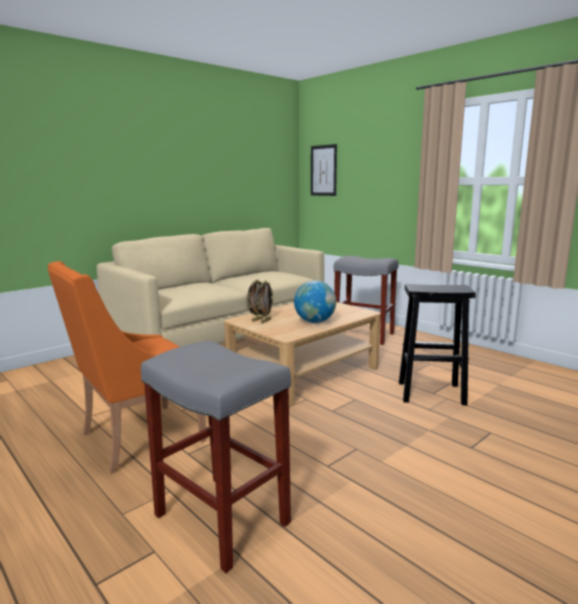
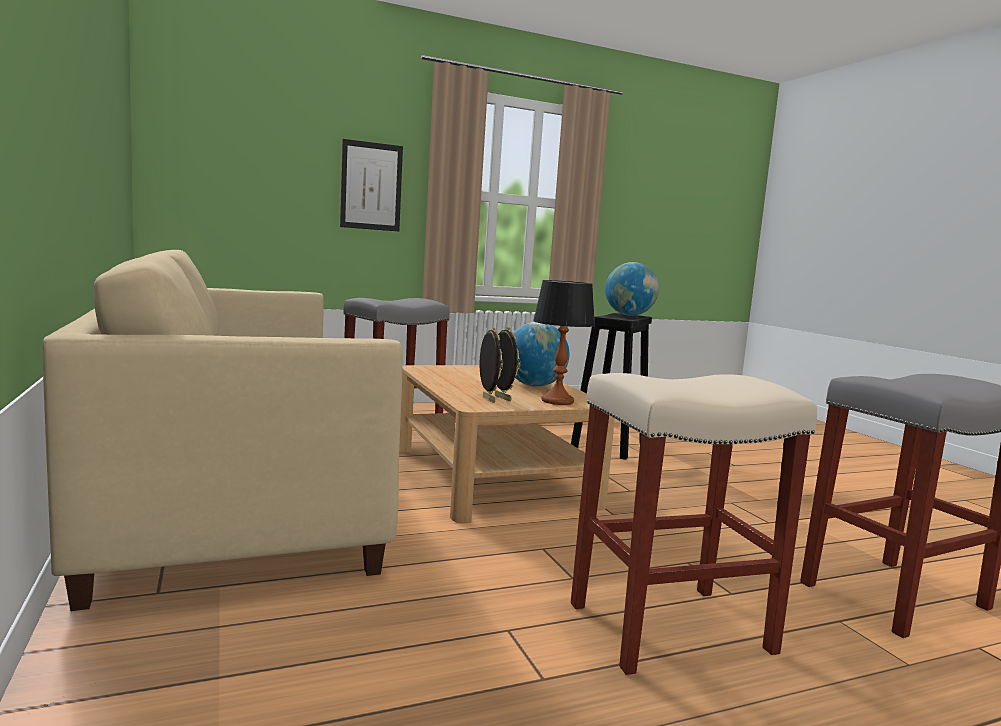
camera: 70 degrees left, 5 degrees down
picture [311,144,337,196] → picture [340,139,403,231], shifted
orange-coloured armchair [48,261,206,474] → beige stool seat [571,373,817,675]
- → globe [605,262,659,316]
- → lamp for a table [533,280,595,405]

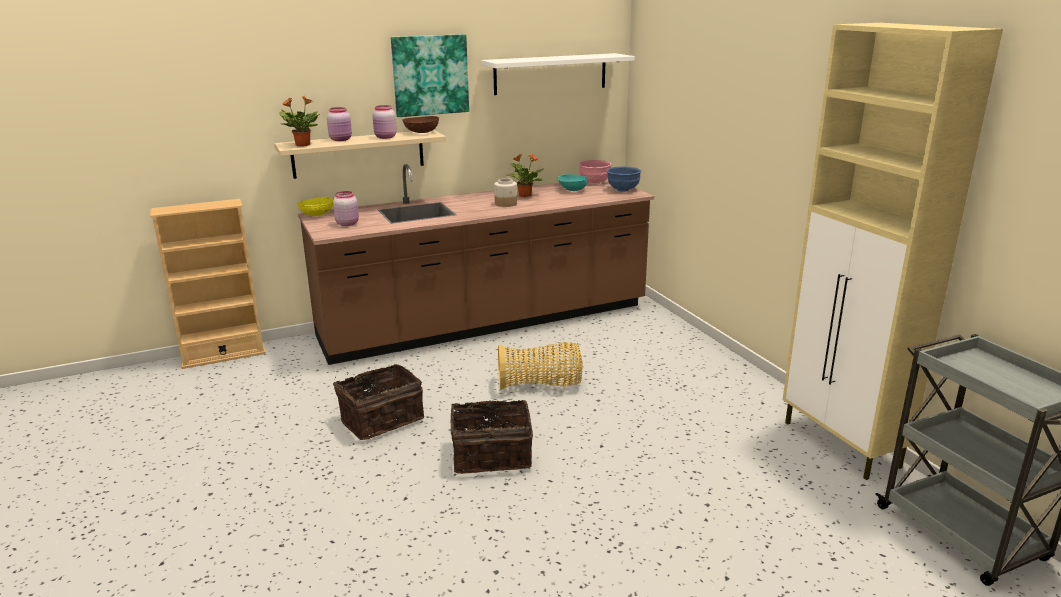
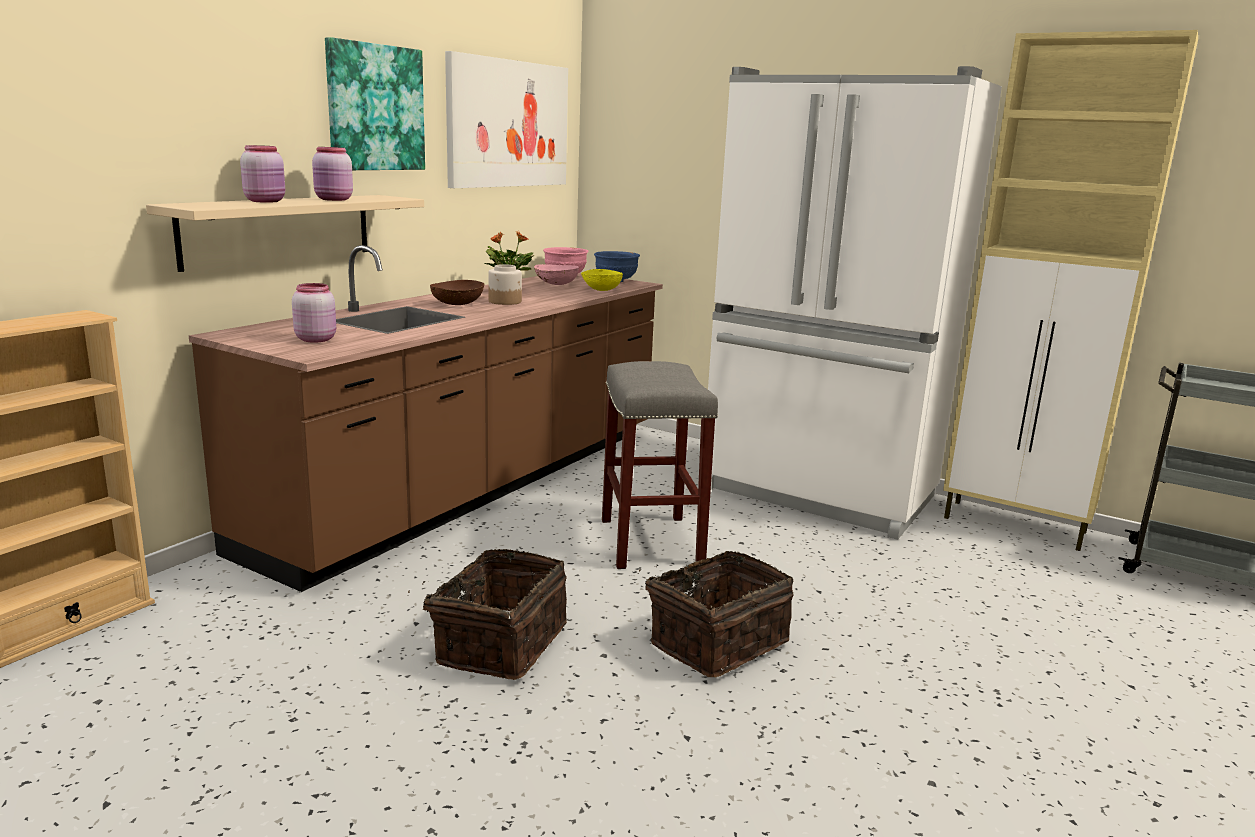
camera: 35 degrees left, 5 degrees down
white-coloured bracket shelf [481,53,635,95] → picture [445,51,568,188]
plant in a pot [279,96,320,147] → -
brown bowl [402,116,439,133] → brown bowl [430,280,484,305], shifted
blue-green bowl [557,174,588,191] → pinkish bowl [534,264,579,285]
yellow bowl [297,197,334,216] → yellow bowl [581,269,623,291], shifted
household basket [498,342,583,390] → gray stool seat [602,361,718,569]
- → white-coloured fridge [708,66,1002,540]

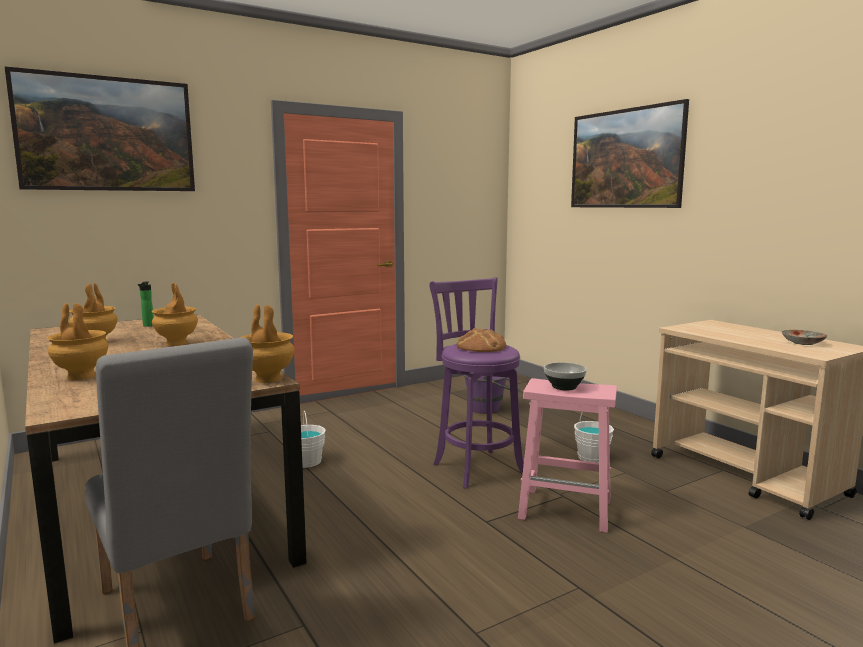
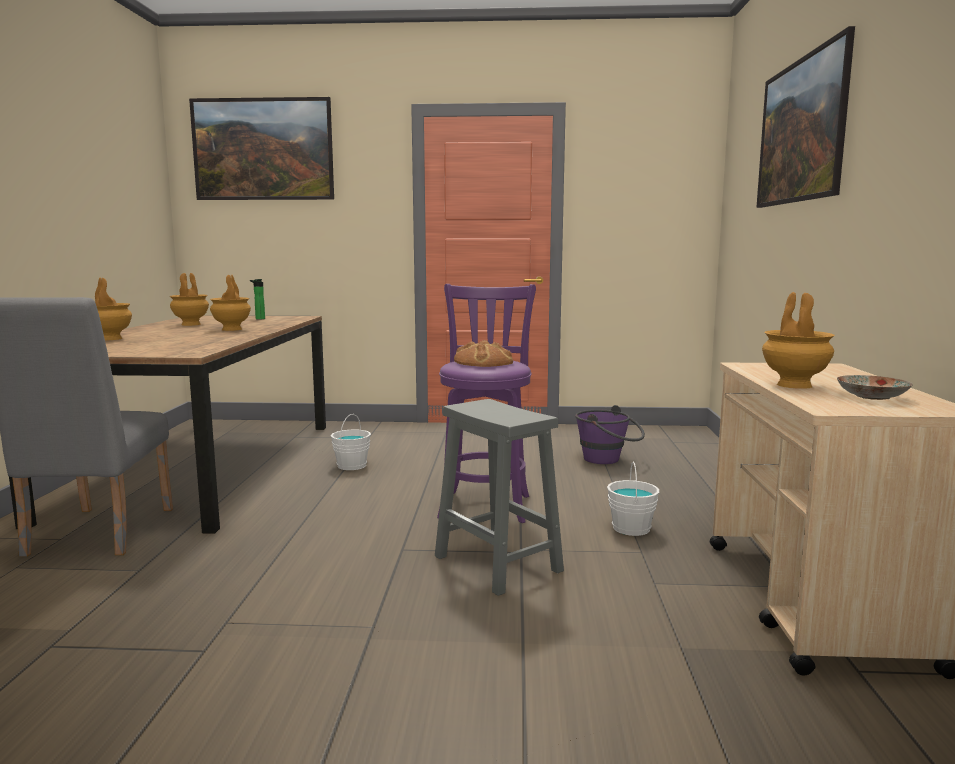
camera: 35 degrees right, 0 degrees up
brown decorative vase [240,304,295,383] → brown decorative vase [762,292,834,389], shifted
bowl [544,362,587,391] → -
pinkish stool seat [518,378,617,533] → gray stool seat [435,399,564,596]

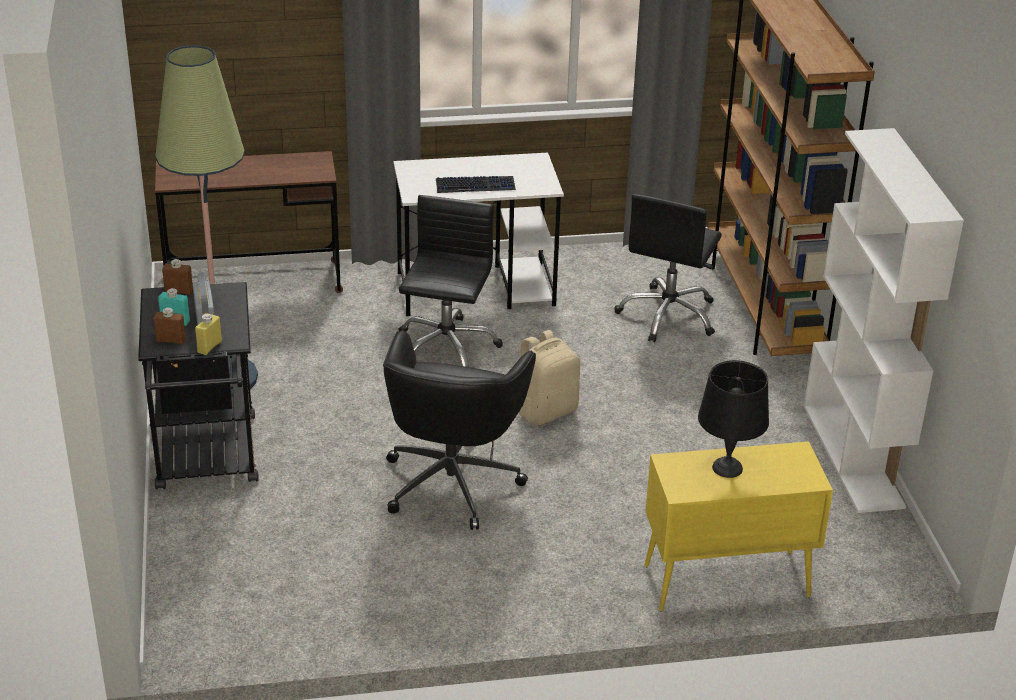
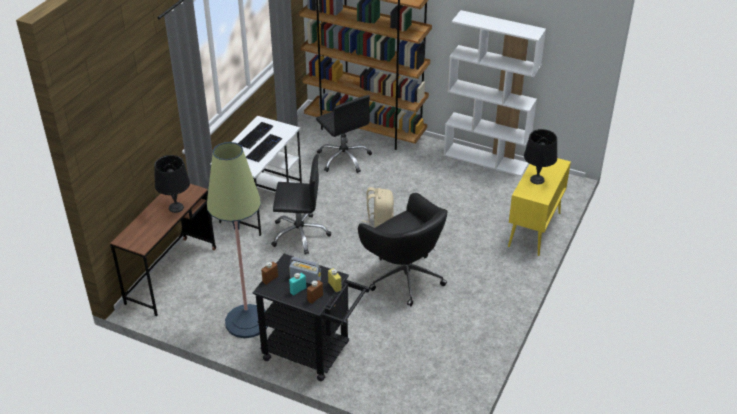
camera: 55 degrees left, 5 degrees up
black office chair [398,195,503,367] → black office chair [271,154,331,255], 135 degrees clockwise
- → computer keyboard [238,122,274,149]
- → black lamp for a table [154,155,190,213]

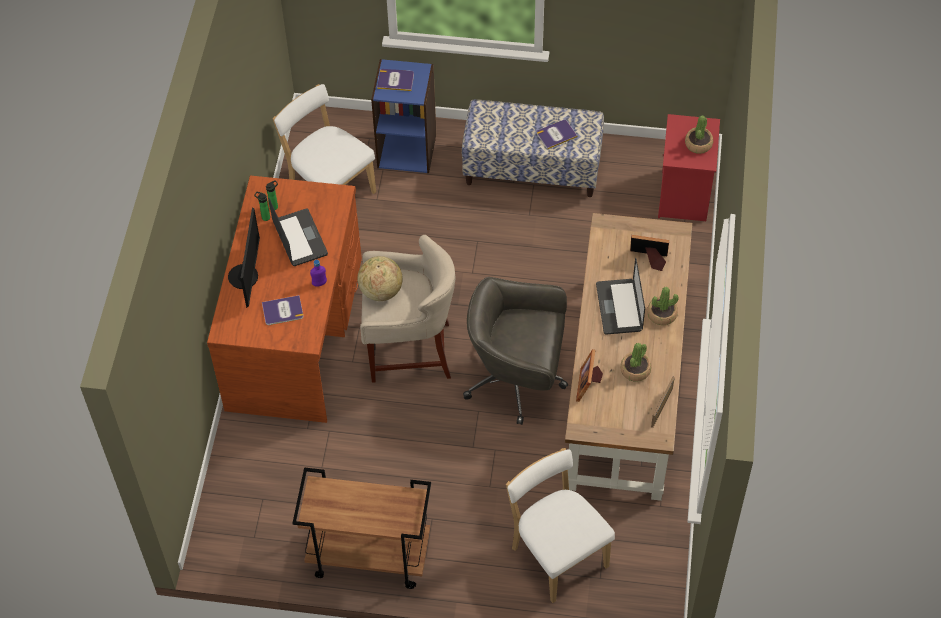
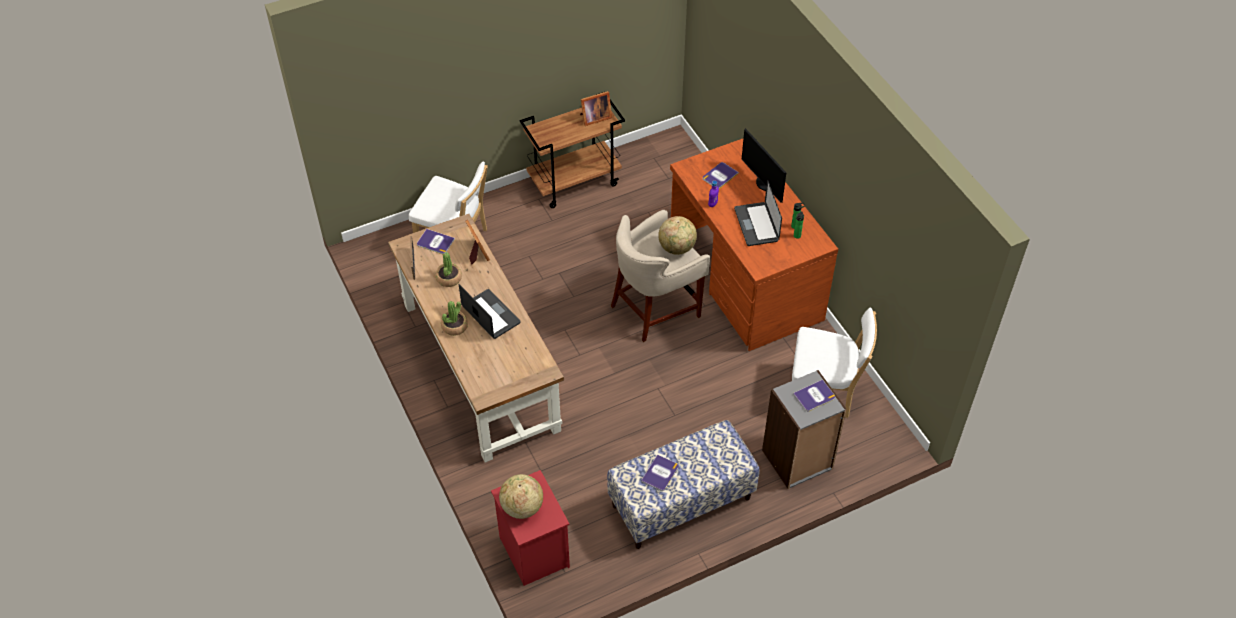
camera: 145 degrees right, 5 degrees down
bluish bookshelf [371,59,436,173] → gray bookshelf [762,370,847,489]
plant in a pot [685,115,713,154] → globe [499,474,543,519]
laptop [269,198,328,266] → laptop [734,180,782,246], 45 degrees clockwise
standing frame [630,235,669,271] → standing frame [580,91,612,126], shifted
gray office chair [463,277,568,425] → -
- → volume [417,229,455,254]

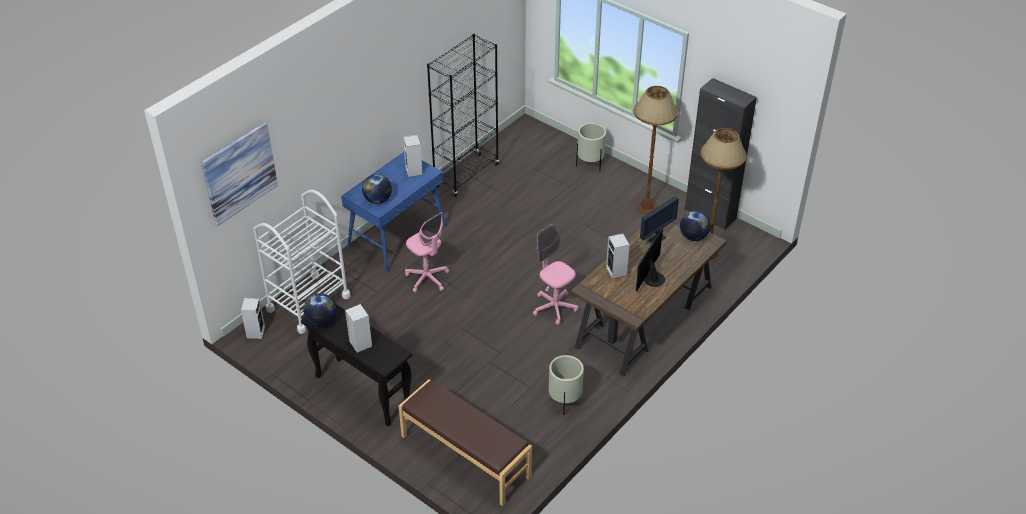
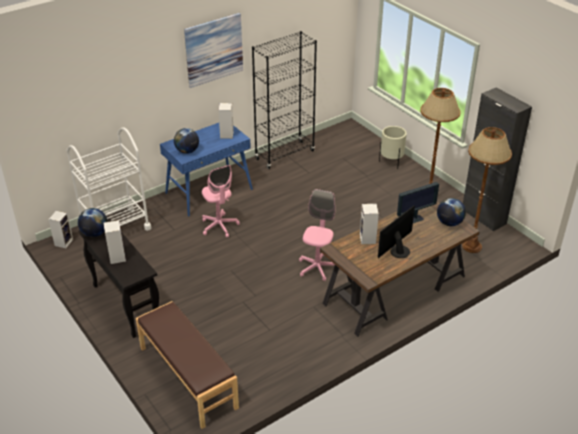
camera: 15 degrees right, 5 degrees down
picture [202,122,278,226] → picture [184,13,243,88], shifted
pinkish office chair [533,224,578,325] → pinkish office chair [299,189,335,281], 45 degrees clockwise
beige planter [549,355,584,415] → -

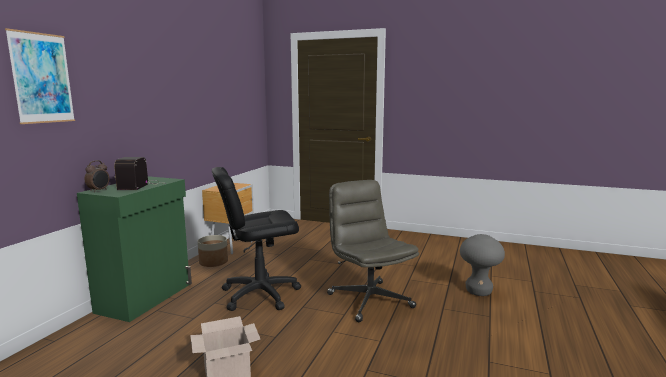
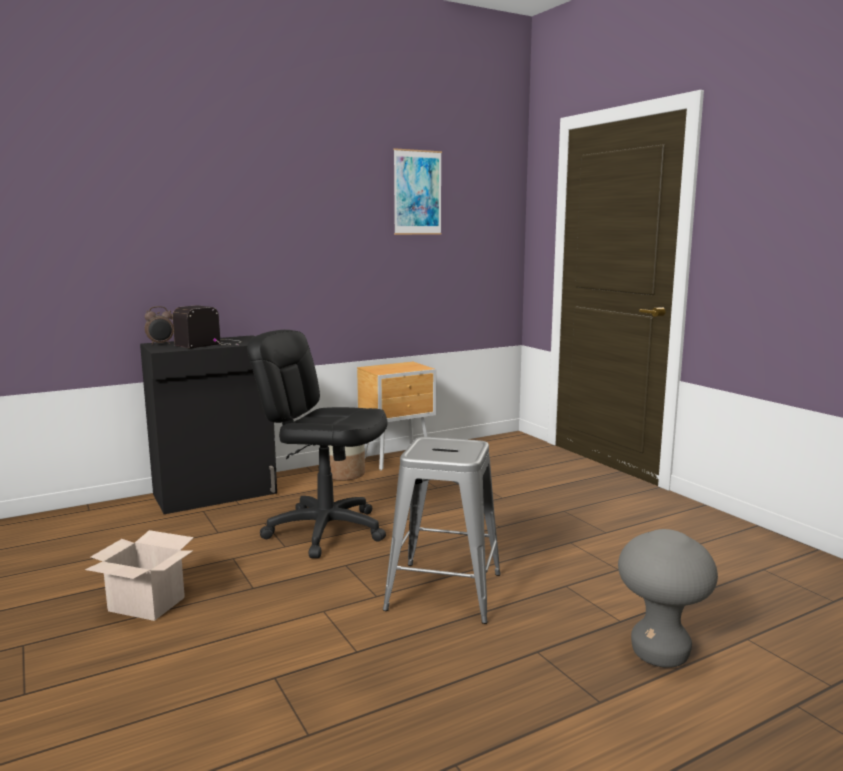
camera: 40 degrees right, 0 degrees up
picture [5,28,75,124] → picture [393,148,442,235], shifted
greenish storage cabinet [77,176,192,322] → black storage cabinet [140,335,277,514]
gray office chair [327,180,419,322] → gray stool seat [383,437,501,624]

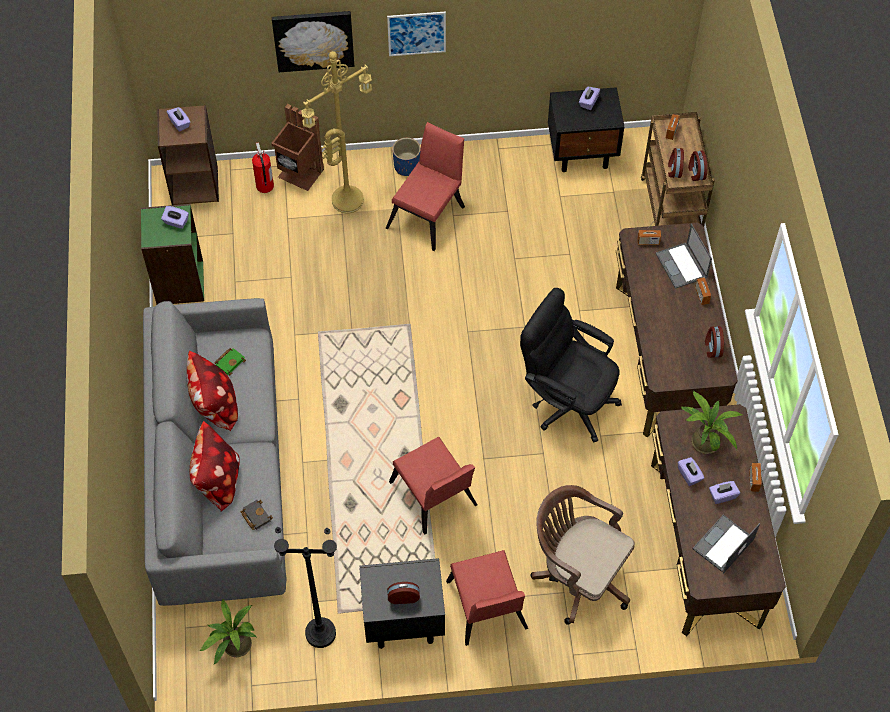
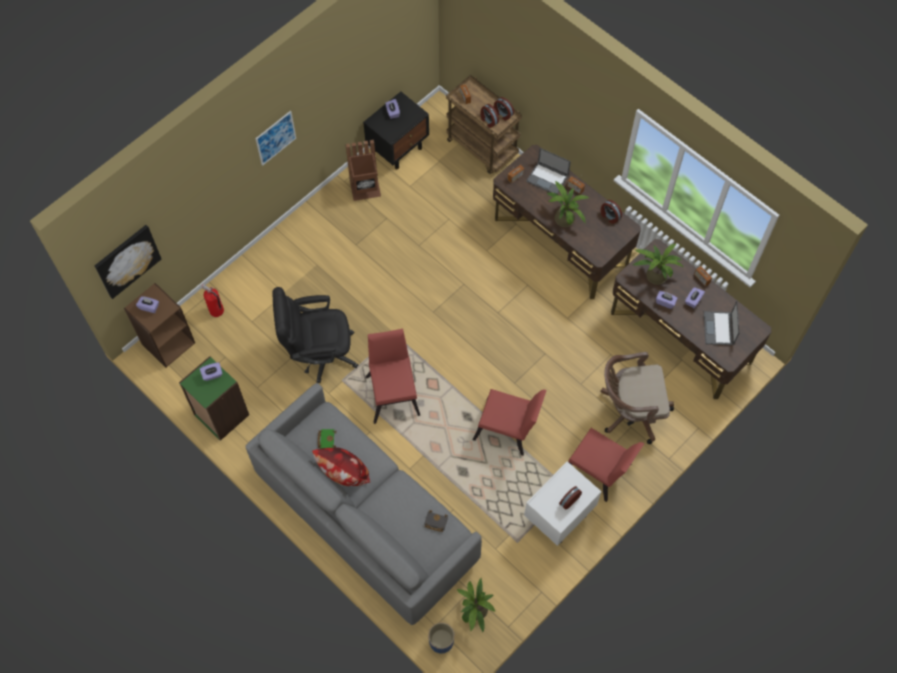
camera: 40 degrees left, 5 degrees up
picture [272,11,354,72] → picture [95,225,161,299], shifted
yellow standing lamp [301,51,372,214] → -
brown trash can [271,104,324,191] → brown trash can [345,140,381,201], shifted
red-coloured plain chair [385,122,465,251] → red-coloured plain chair [366,329,420,424], shifted
bluish planter [392,138,421,176] → bluish planter [428,623,455,654], shifted
black office chair [520,288,622,443] → black office chair [273,287,358,383], shifted
pillow [190,421,240,512] → -
black standing lamp [274,527,337,648] → -
black nightstand [360,558,445,649] → white-coloured nightstand [524,462,602,546]
- → plant in a pot [547,181,589,227]

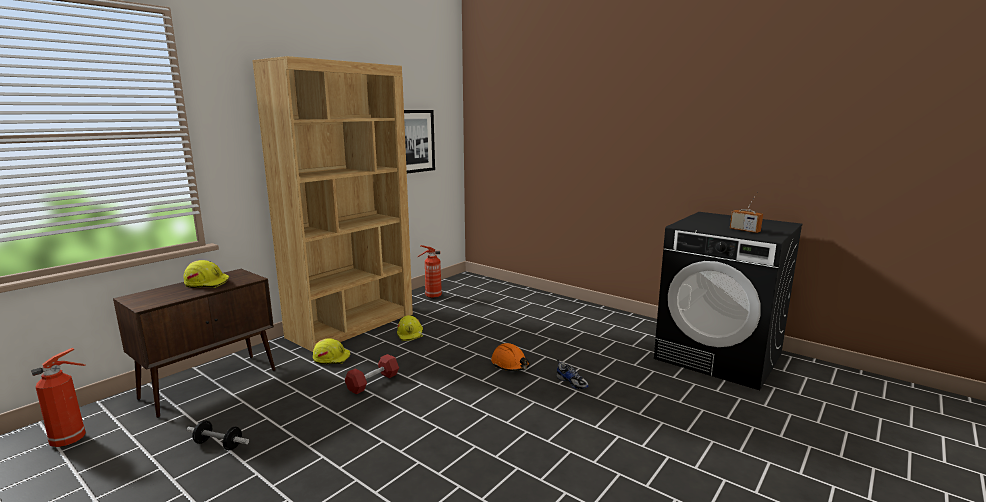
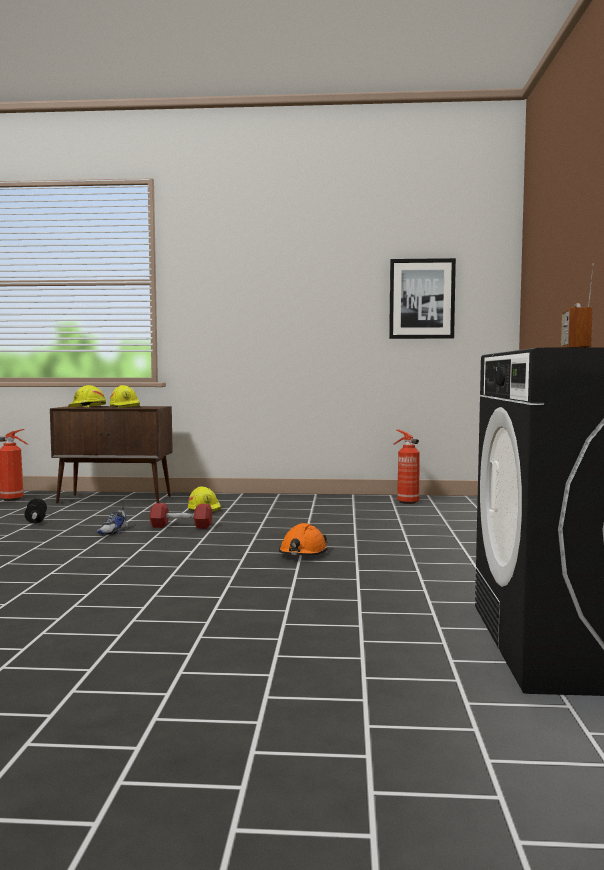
camera: 55 degrees right, 10 degrees down
brown bookshelf [252,56,413,352] → -
yellow safety helmet [397,315,423,341] → yellow safety helmet [68,385,106,407], shifted
item of footwear [557,359,588,389] → item of footwear [97,507,128,535], shifted

